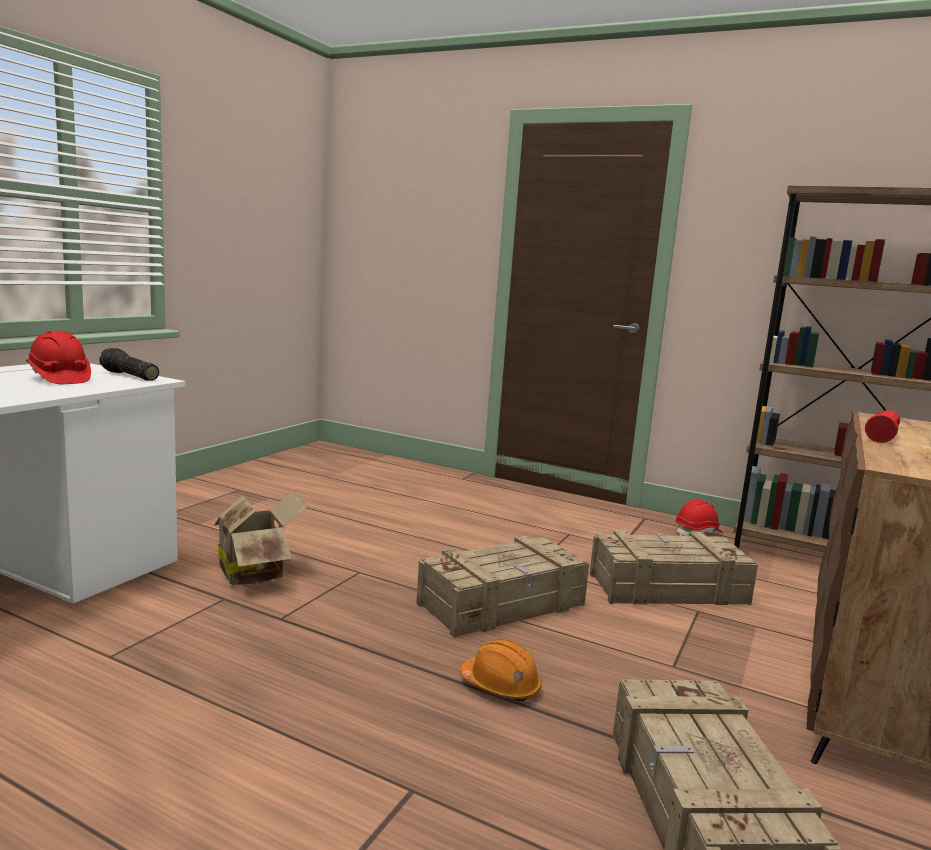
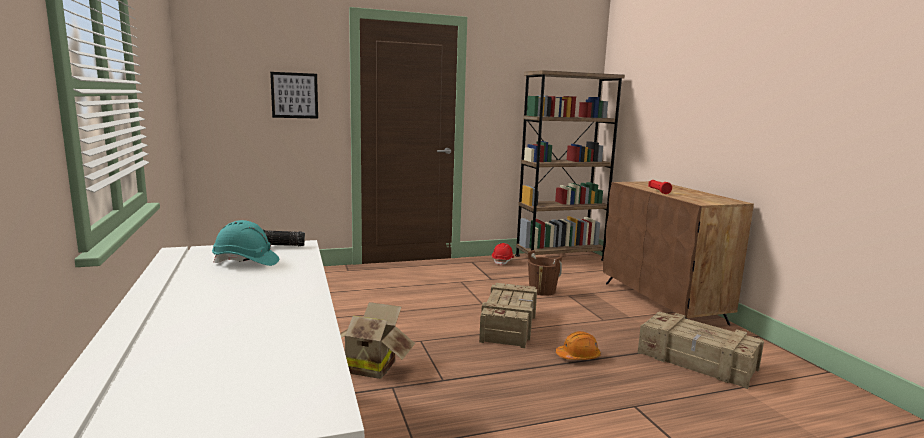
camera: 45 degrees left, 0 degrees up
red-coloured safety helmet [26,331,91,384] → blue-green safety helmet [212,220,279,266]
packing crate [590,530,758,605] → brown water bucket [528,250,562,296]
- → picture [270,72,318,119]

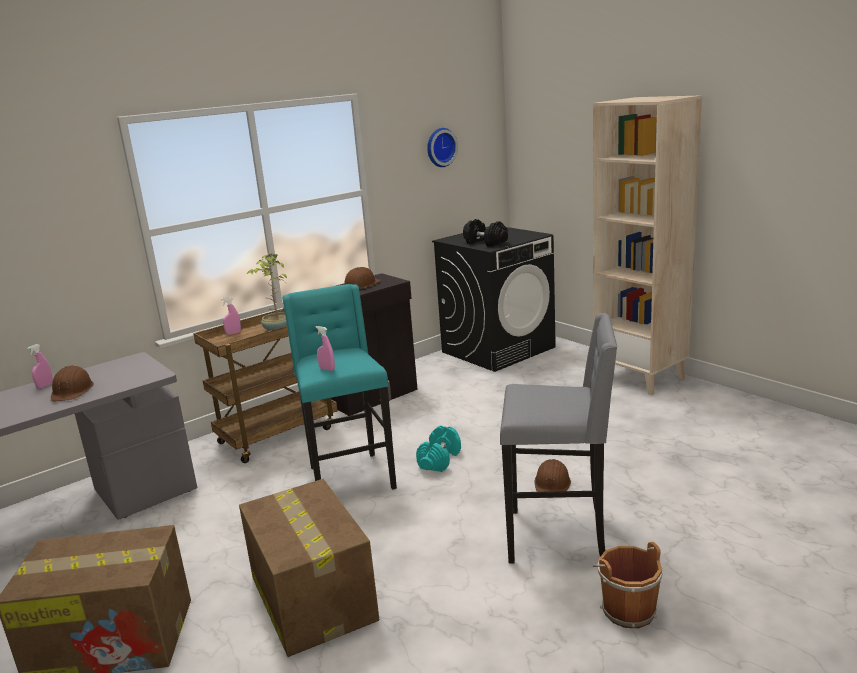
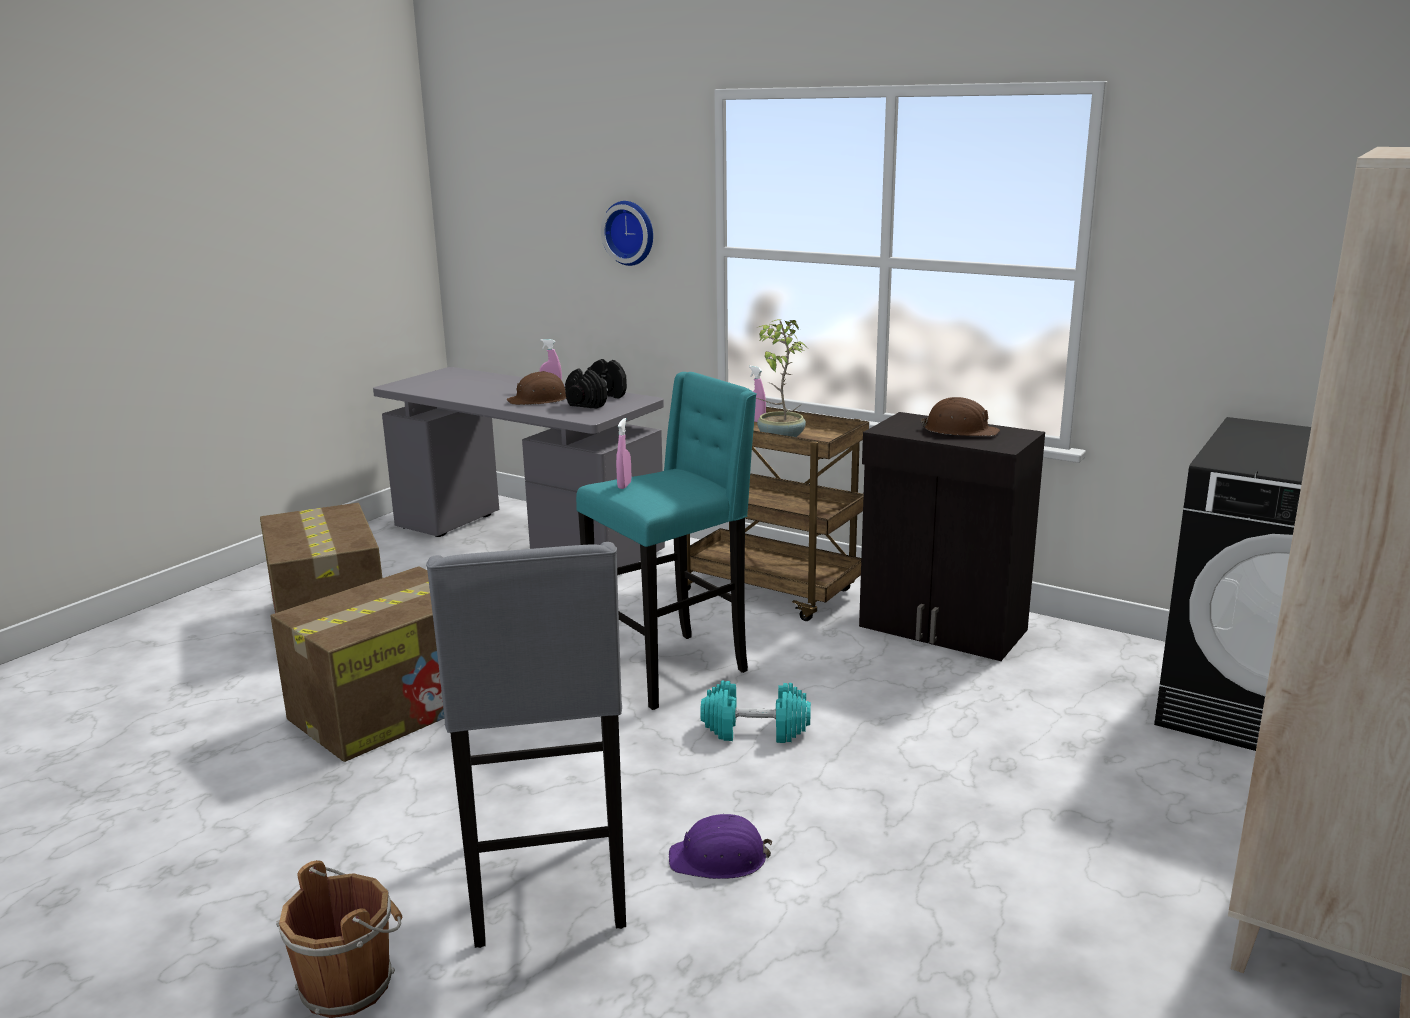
camera: 70 degrees right, 0 degrees up
clock on the wall [427,128,458,167] → clock on the wall [601,201,653,266], shifted
black hand weight [463,219,508,247] → black hand weight [565,359,627,409], shifted
brown safety helmet [534,459,571,492] → purple-coloured safety helmet [669,814,772,879]

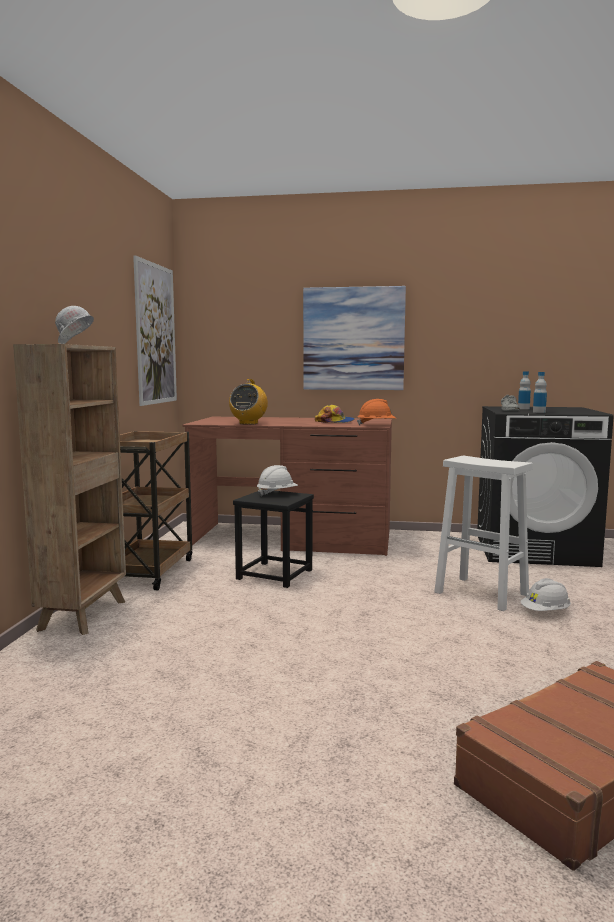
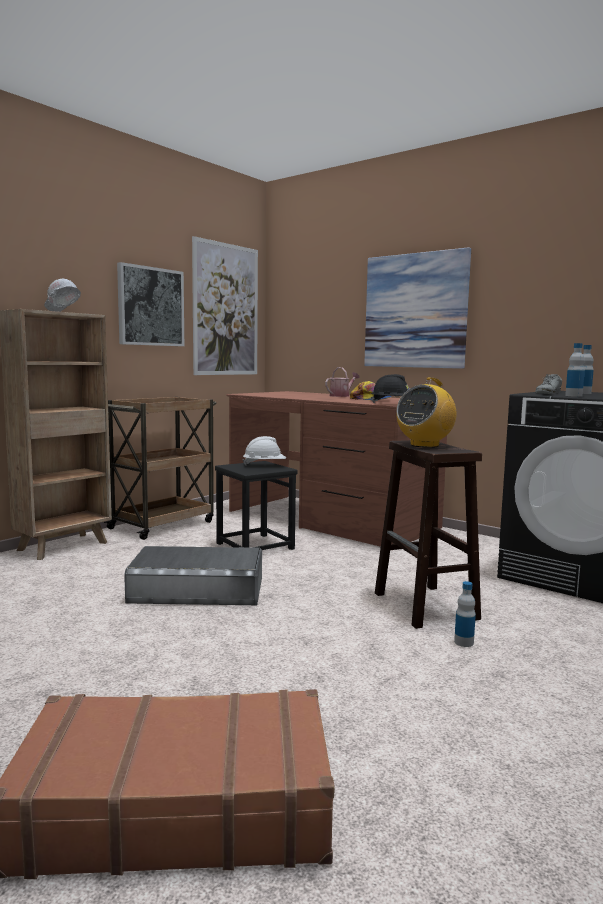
camera: 30 degrees right, 0 degrees up
radio [229,379,268,425] → radio [396,378,457,448], shifted
orange-coloured safety helmet [357,399,397,426] → black safety helmet [371,374,409,403]
white-coloured stool seat [434,456,533,611] → brown stool seat [375,440,482,629]
white-coloured safety helmet [521,578,571,611] → beverage bottle [454,581,476,647]
- → picture [117,262,184,346]
- → watering pot [325,367,360,397]
- → gray storage box [124,546,262,605]

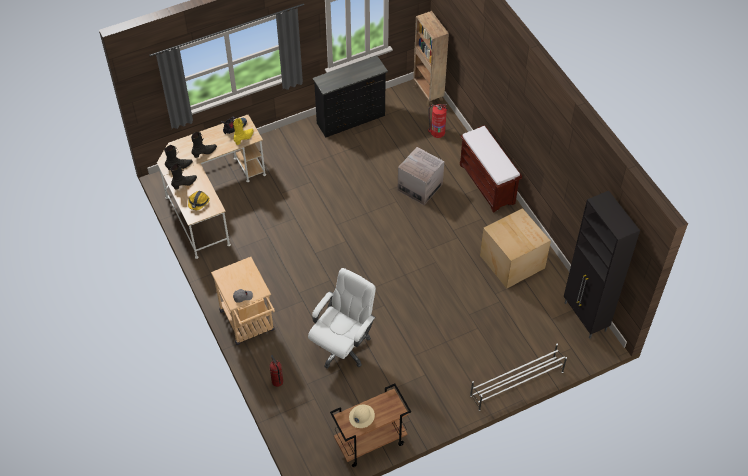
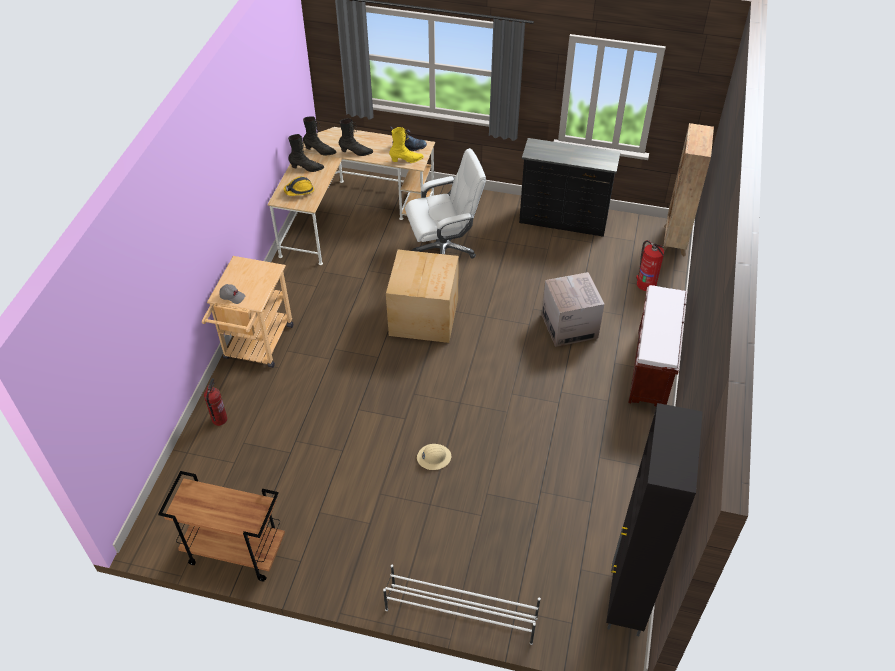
camera: 40 degrees right, 5 degrees down
carton [480,208,551,288] → carton [386,250,459,343], shifted
white-coloured office chair [308,268,376,368] → white-coloured office chair [405,148,486,259], shifted
beige safety helmet [349,405,375,428] → beige safety helmet [417,444,451,470], shifted

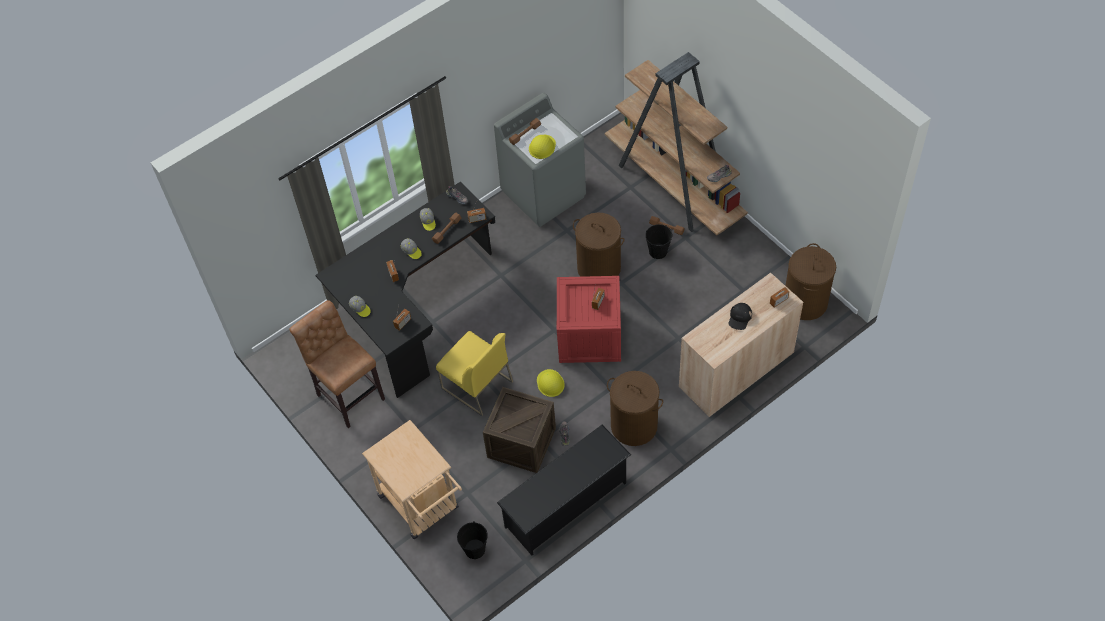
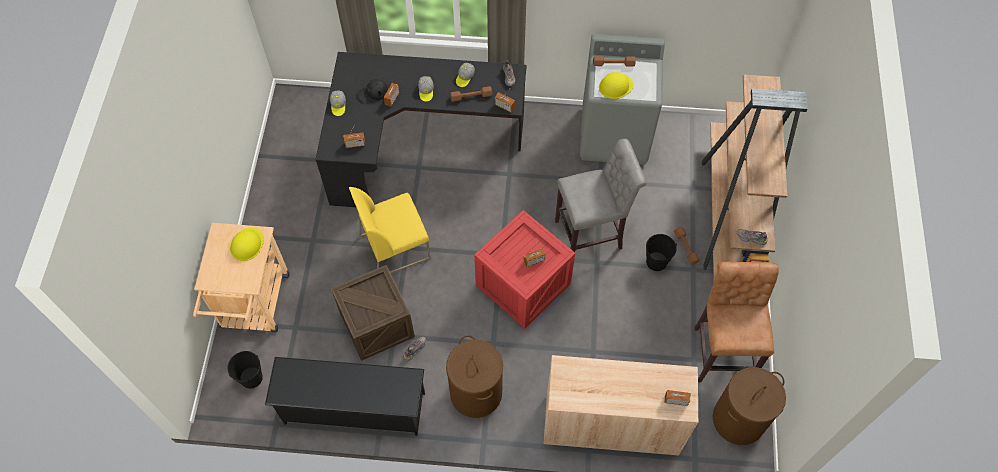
camera: 40 degrees right, 5 degrees up
brown laundry basket [573,212,625,277] → gray stool seat [555,139,646,252]
brown stool seat [289,300,385,428] → brown stool seat [694,262,779,382], shifted
black cap [728,303,752,330] → black cap [357,79,388,103], shifted
yellow plain chair [436,331,513,416] → yellow plain chair [349,187,430,274], 75 degrees clockwise
yellow safety helmet [537,369,564,397] → yellow safety helmet [230,228,264,261], shifted

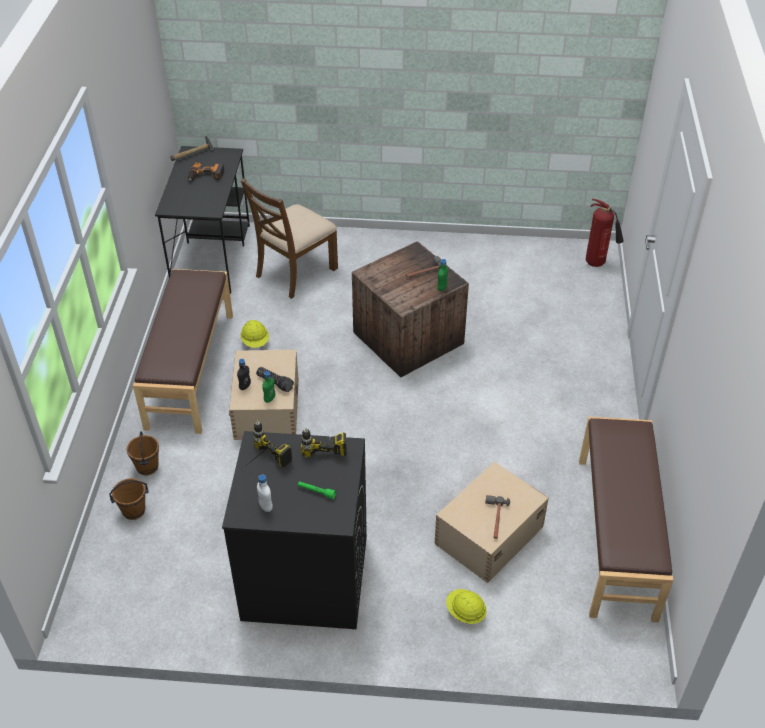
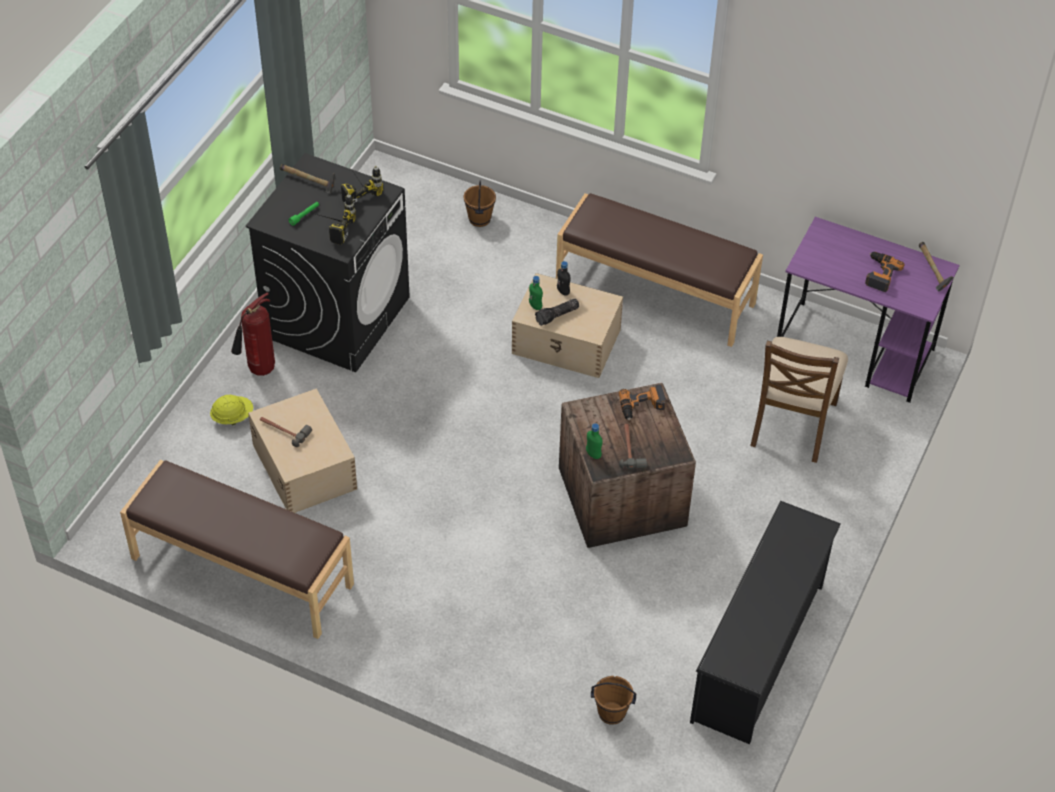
camera: 110 degrees right, 5 degrees up
black desk [155,146,250,294] → purple-coloured desk [777,217,959,403]
brown plain chair [241,178,338,299] → brown plain chair [750,337,848,463], 135 degrees counterclockwise
extinguisher [586,199,624,267] → extinguisher [231,293,275,376], shifted
yellow safety helmet [240,320,269,348] → -
brown water bucket [126,432,159,476] → brown water bucket [591,676,636,725], shifted
white-coloured beverage bottle [257,475,273,512] → hand hammer [280,164,335,193]
- → power drill [619,385,666,421]
- → black shoe stand [690,501,841,744]

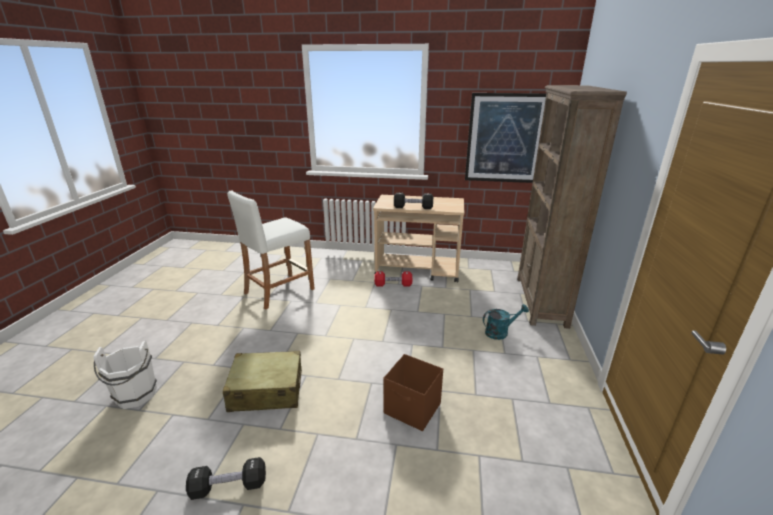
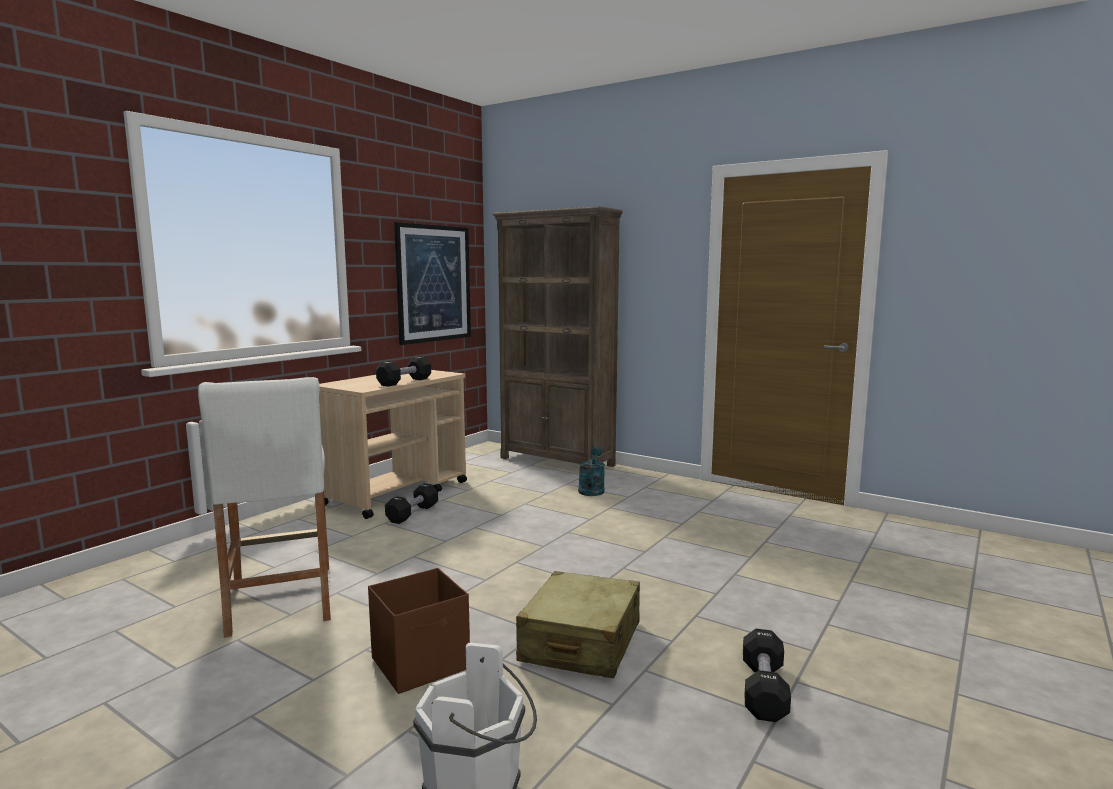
camera: 65 degrees left, 15 degrees down
red-coloured hand weight [375,272,412,287] → black hand weight [385,483,438,524]
brown storage box [383,354,443,431] → brown storage box [368,568,470,694], shifted

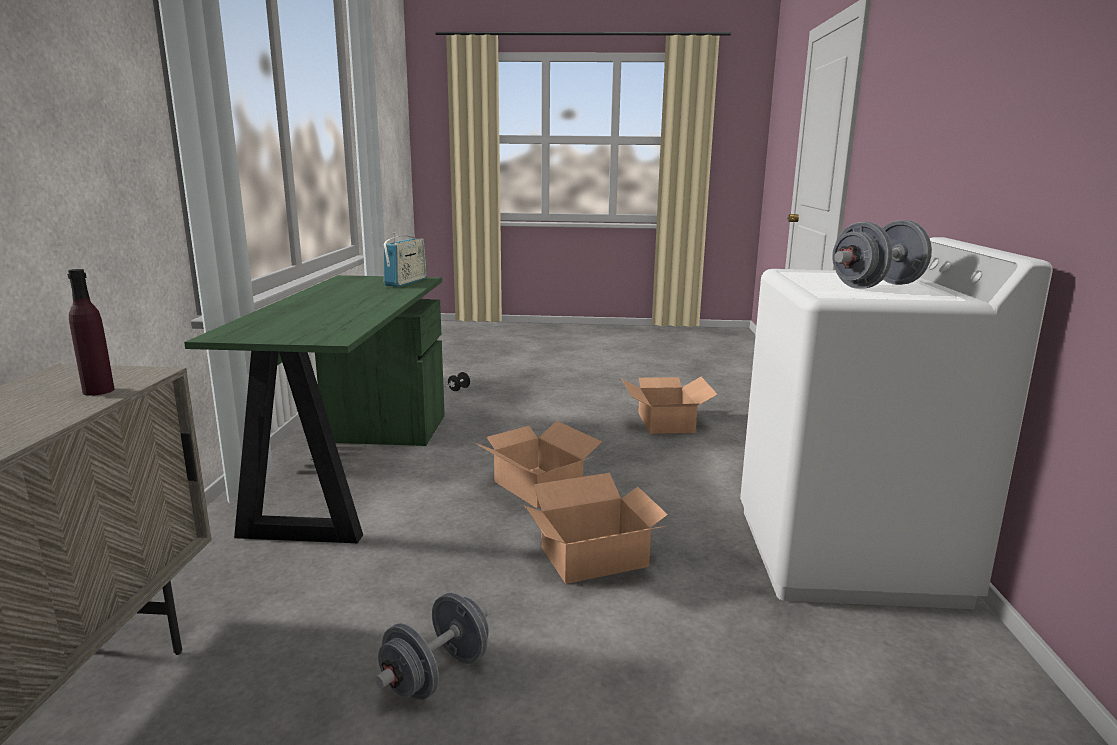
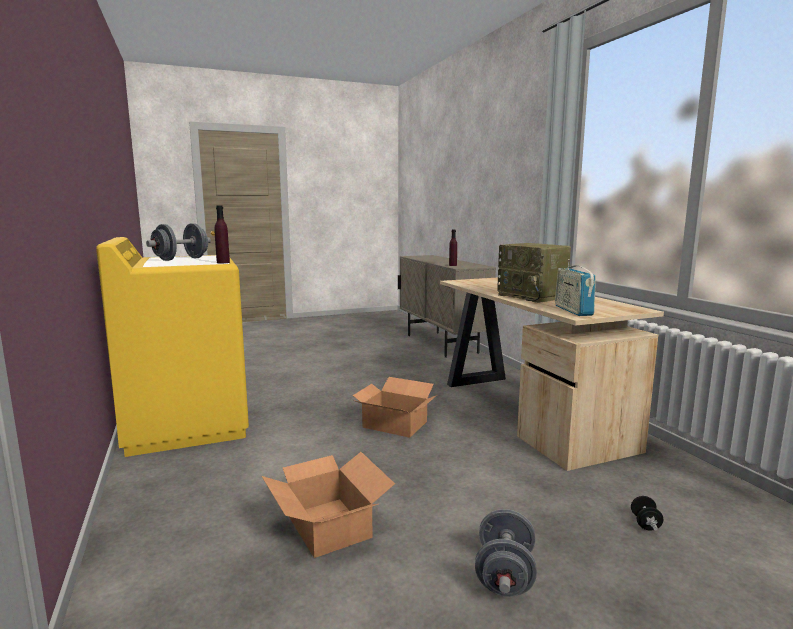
camera: 155 degrees right, 5 degrees down
white-coloured laundry machine [740,237,1053,609] → yellow laundry machine [96,237,249,457]
greenish desk [184,275,445,543] → beige desk [440,277,664,471]
carton [524,473,668,584] → -
gray hand weight [375,593,489,700] → gray hand weight [475,509,537,597], shifted
- → purple-coloured beverage bottle [214,205,230,263]
- → radio [497,243,571,303]

